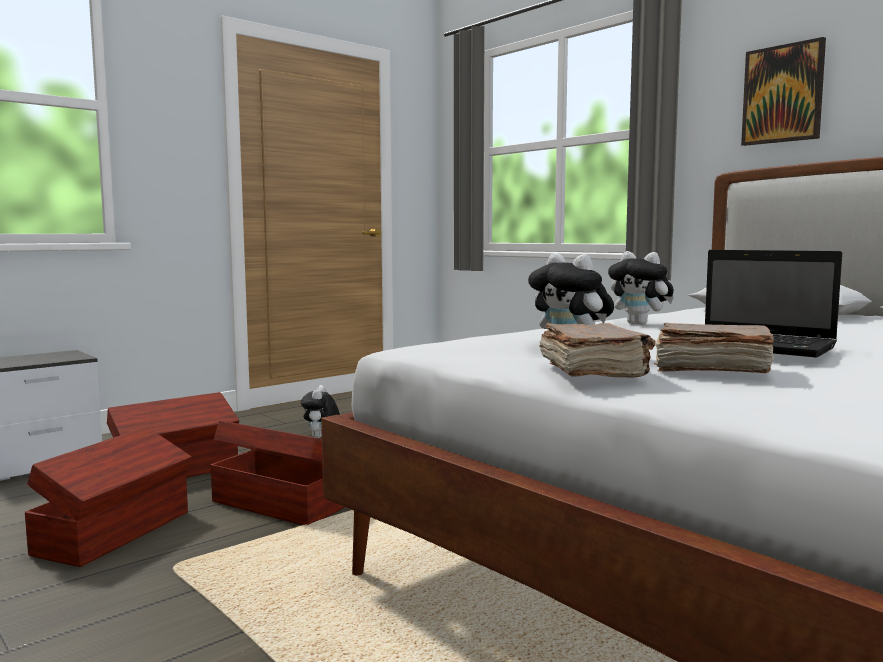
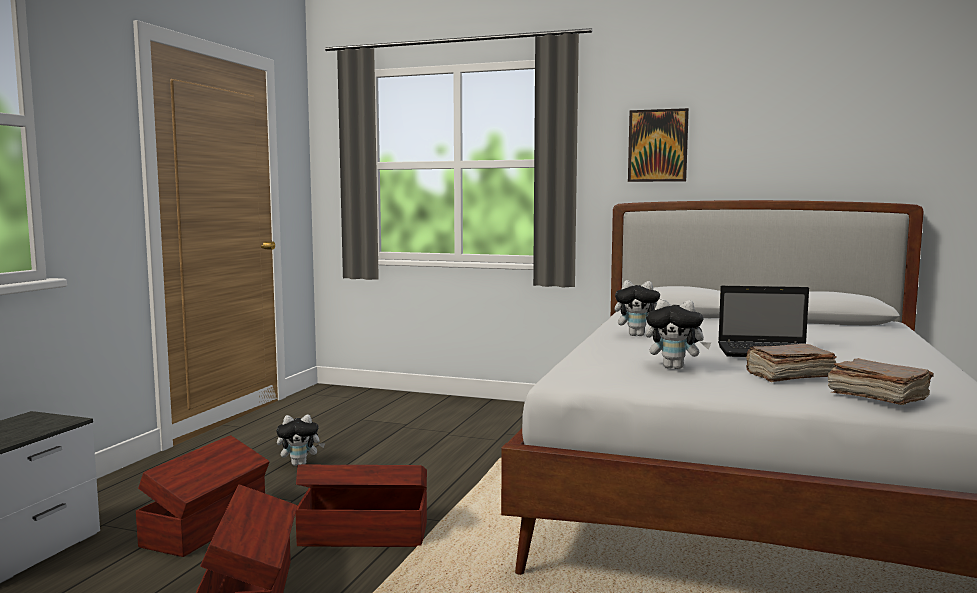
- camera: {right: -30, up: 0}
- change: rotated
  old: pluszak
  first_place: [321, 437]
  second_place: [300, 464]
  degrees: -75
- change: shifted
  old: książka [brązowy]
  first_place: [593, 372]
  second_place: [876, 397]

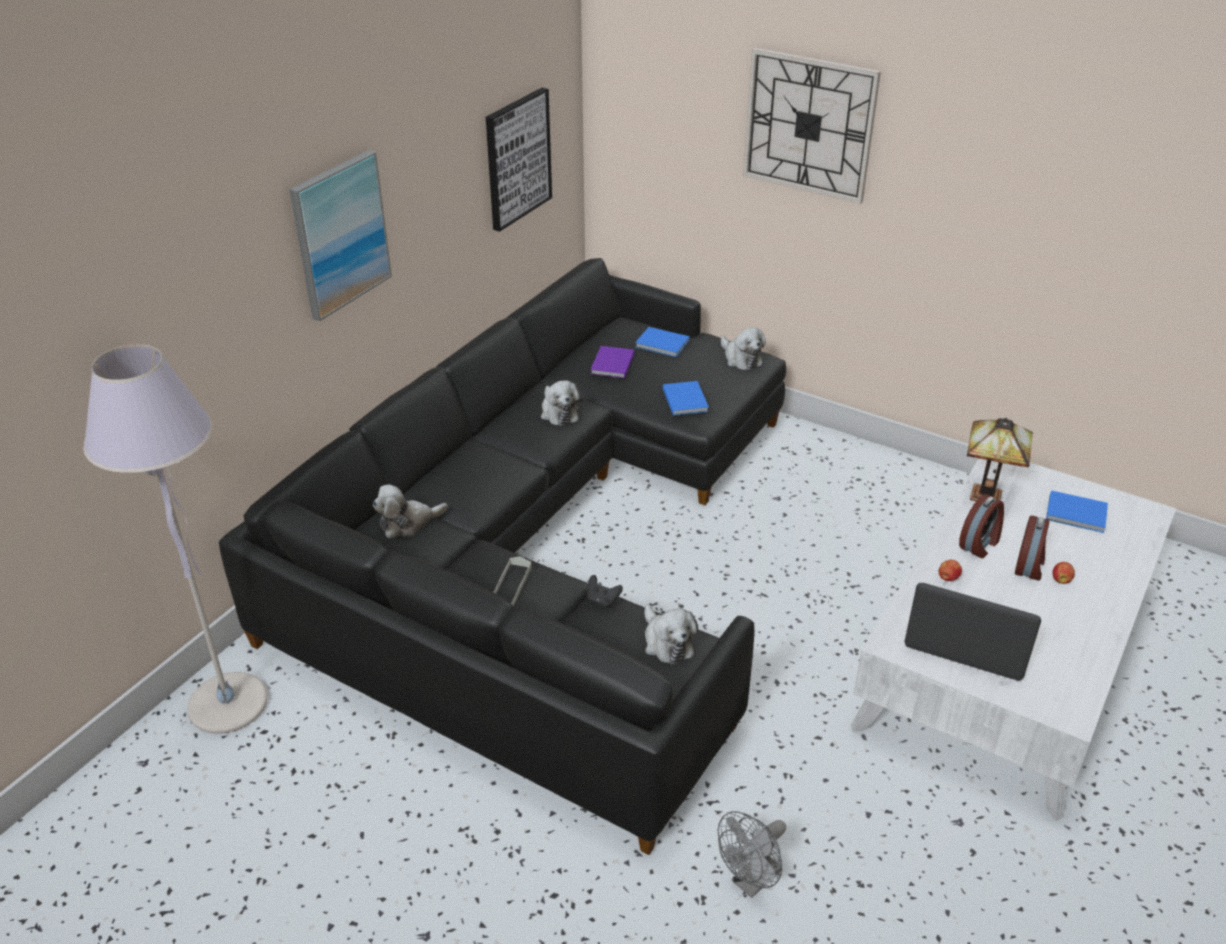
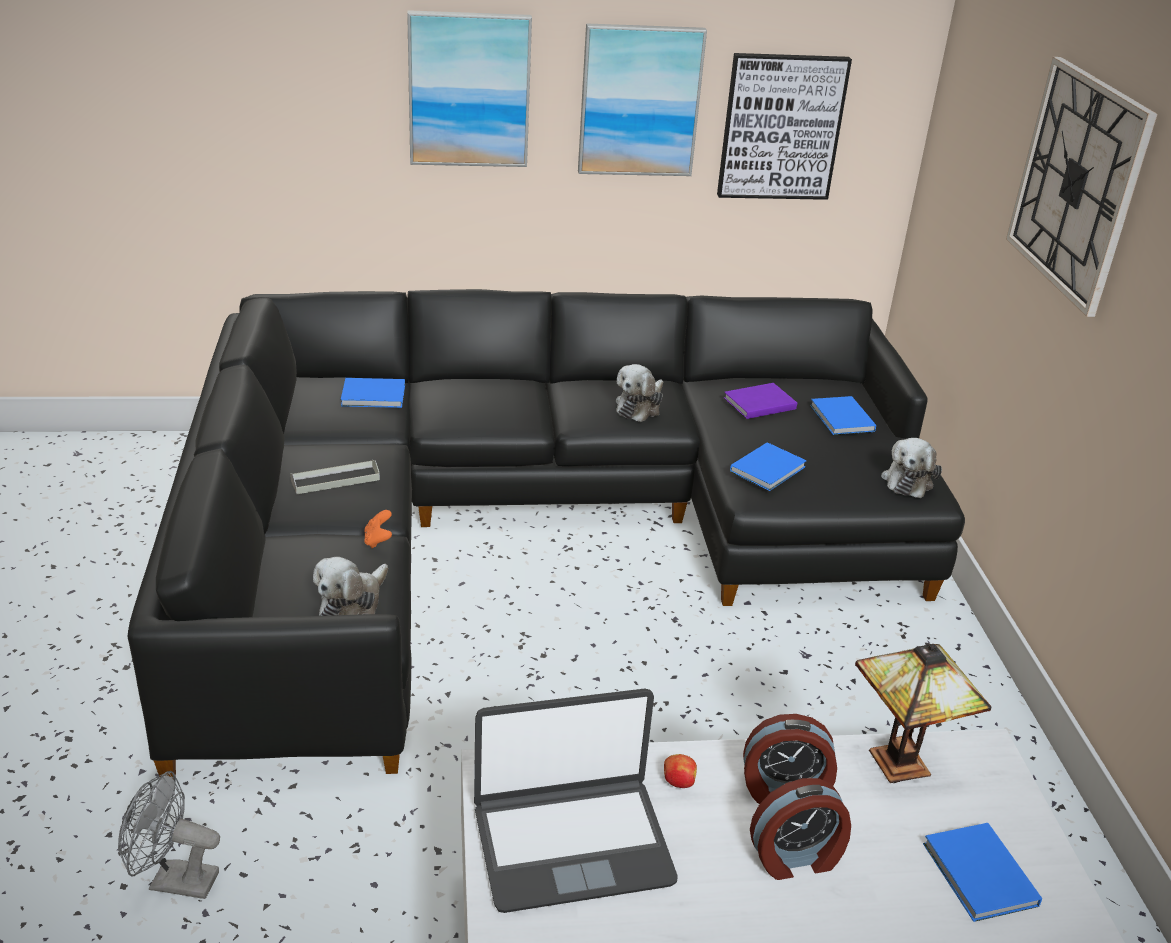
- camera: {right: 50, up: -5}
- change: swapped
  old: pluszak
  new: książka [niebieski]
  first_place: [408, 523]
  second_place: [375, 396]
- change: repainted
  old: pad do gier [czarny]
  new: pad do gier [pomarańczowy]
  first_place: [602, 600]
  second_place: [378, 540]
- change: rotated
  old: laptop
  first_place: [969, 640]
  second_place: [572, 843]
  degrees: 90
- change: new
  new: obraz
  second_place: [639, 101]
- change: gone
  old: lampa stojąca [szary]
  first_place: [228, 704]
- change: gone
  old: jabłko
  first_place: [1061, 580]

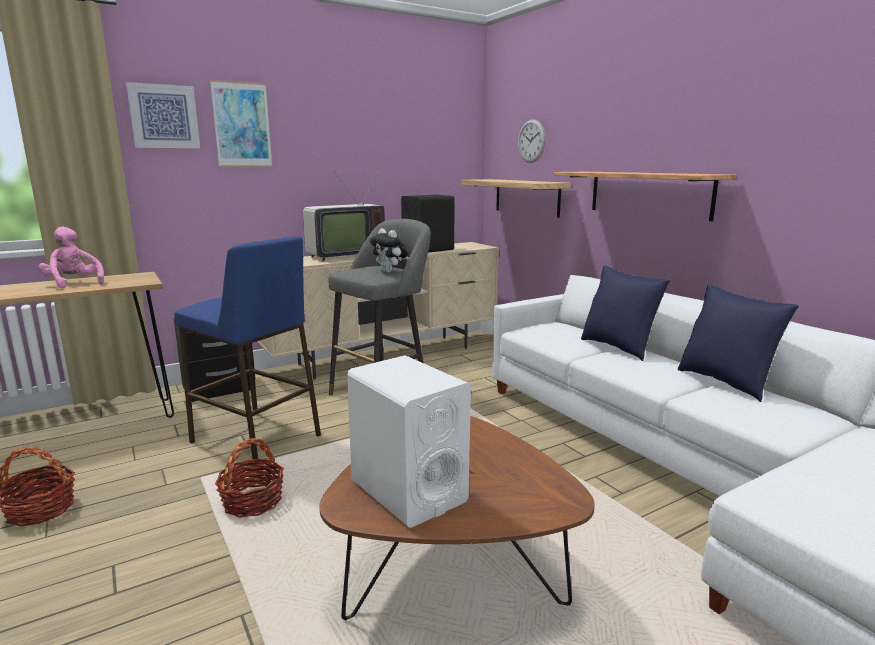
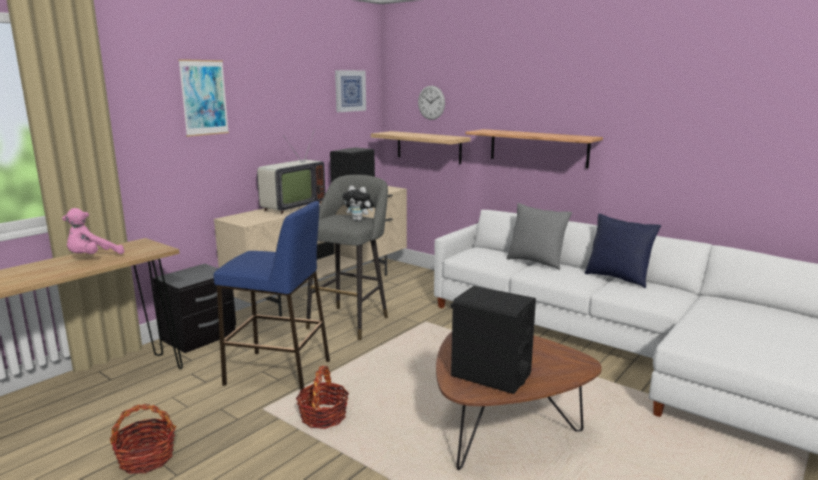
- camera: {right: -20, up: 0}
- change: rotated
  old: pluszak [różowy]
  first_place: [74, 284]
  second_place: [92, 257]
  degrees: -75
- change: shifted
  old: obraz
  first_place: [164, 116]
  second_place: [350, 91]
- change: repainted
  old: głośnik [biały]
  new: głośnik [czarny]
  first_place: [408, 491]
  second_place: [490, 375]
- change: repainted
  old: poduszka [niebieski]
  new: poduszka [szary]
  first_place: [618, 347]
  second_place: [536, 262]

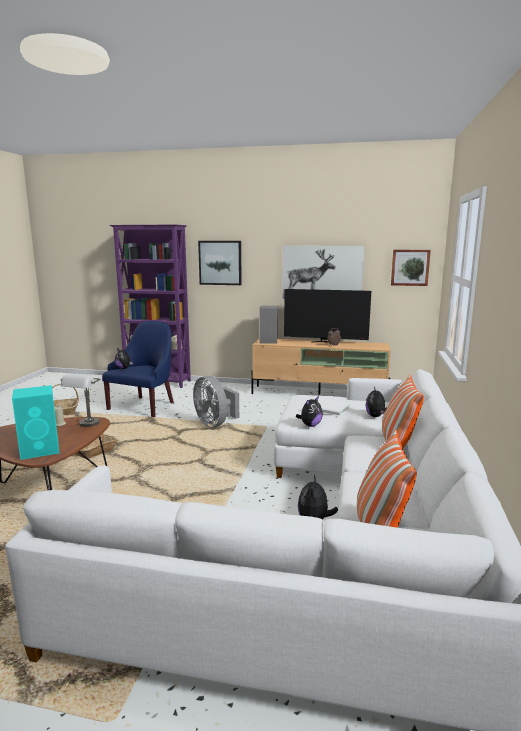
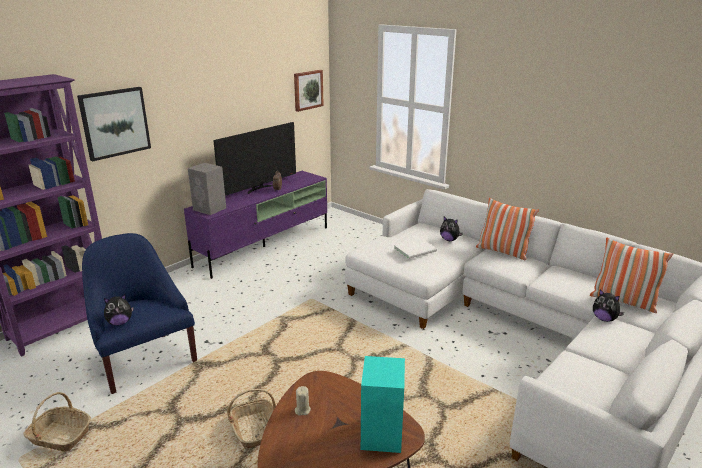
- camera: {right: -60, up: 10}
- change: repainted
  old: szafka pod telewizor [beżowy]
  new: szafka pod telewizor [fioletowy]
  first_place: [320, 394]
  second_place: [265, 246]
- change: gone
  old: lampa stołowa [szary]
  first_place: [86, 425]
- change: gone
  old: wentylator [szary]
  first_place: [215, 424]
- change: gone
  old: obraz
  first_place: [322, 273]
- change: gone
  old: pluszak
  first_place: [310, 425]

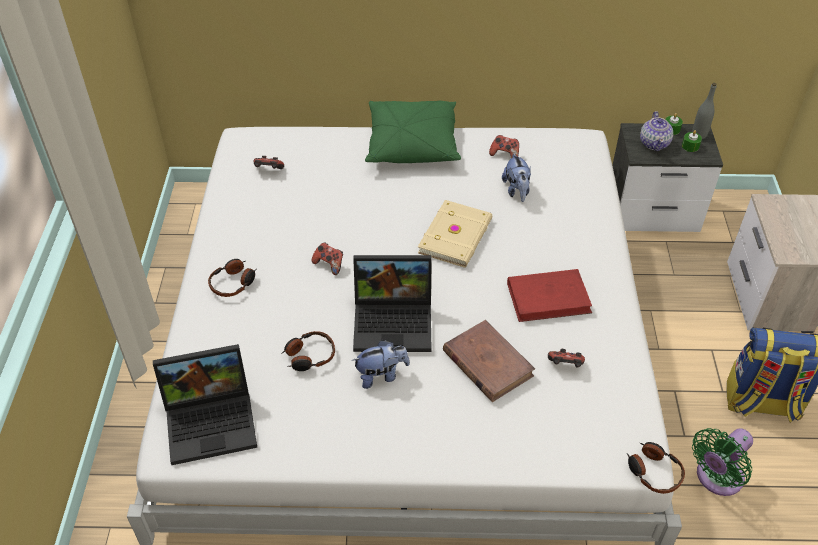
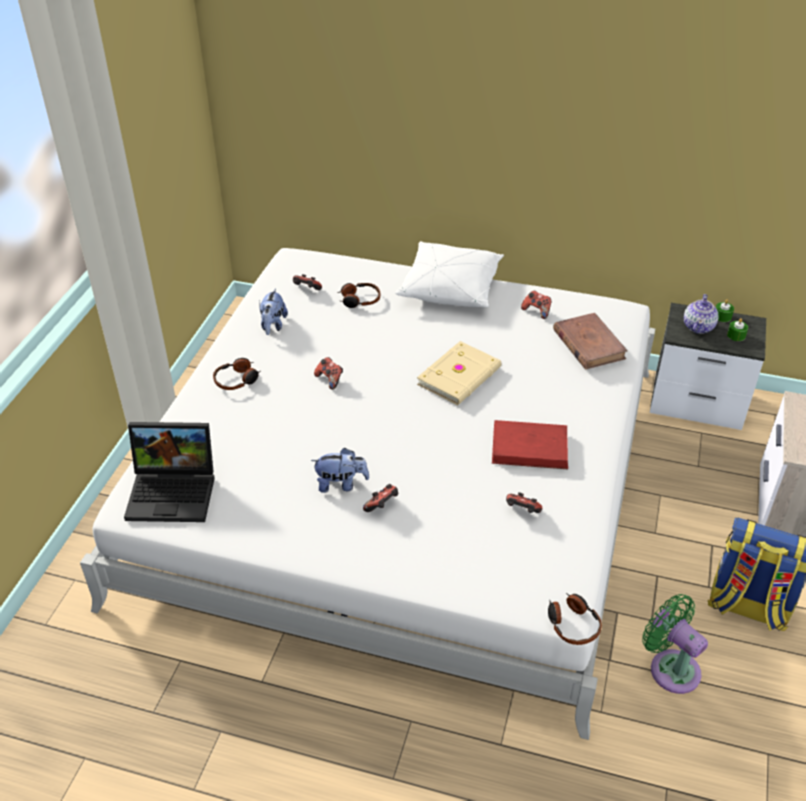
- camera: {right: 15, up: -5}
- change: shifted
  old: pluszak
  first_place: [516, 190]
  second_place: [273, 325]
- change: shifted
  old: słuchawki
  first_place: [309, 356]
  second_place: [359, 300]
- change: new
  new: pad do gier
  second_place: [382, 506]
- change: repainted
  old: poduszka [zielony]
  new: poduszka [biały]
  first_place: [412, 144]
  second_place: [450, 288]
- change: shifted
  old: książka [brązowy]
  first_place: [487, 363]
  second_place: [588, 344]
- change: rotated
  old: wentylator [zielony]
  first_place: [716, 478]
  second_place: [670, 667]
  degrees: 75
- change: gone
  old: laptop
  first_place: [395, 321]
- change: gone
  old: butelka [szary]
  first_place: [699, 134]

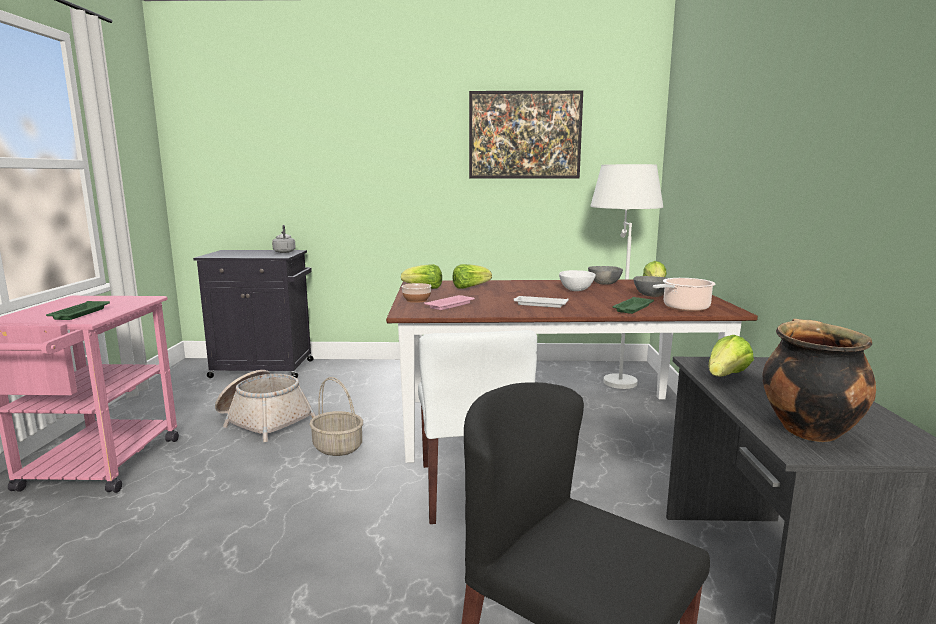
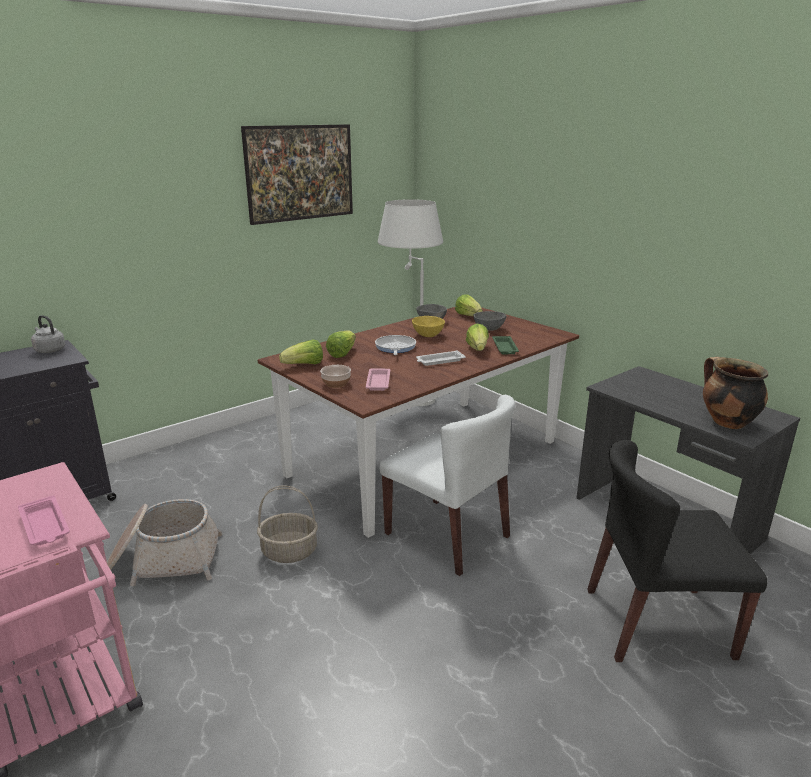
- camera: {right: -40, up: 10}
- change: repainted
  old: taca [zielony]
  new: taca [różowy]
  first_place: [79, 314]
  second_place: [45, 526]
- change: new
  new: patelnia
  second_place: [395, 348]
- change: repainted
  old: miska [biały]
  new: miska [żółty]
  first_place: [576, 289]
  second_place: [428, 335]
- change: shifted
  old: sałata
  first_place: [726, 376]
  second_place: [477, 349]
- change: gone
  old: garnek
  first_place: [684, 308]

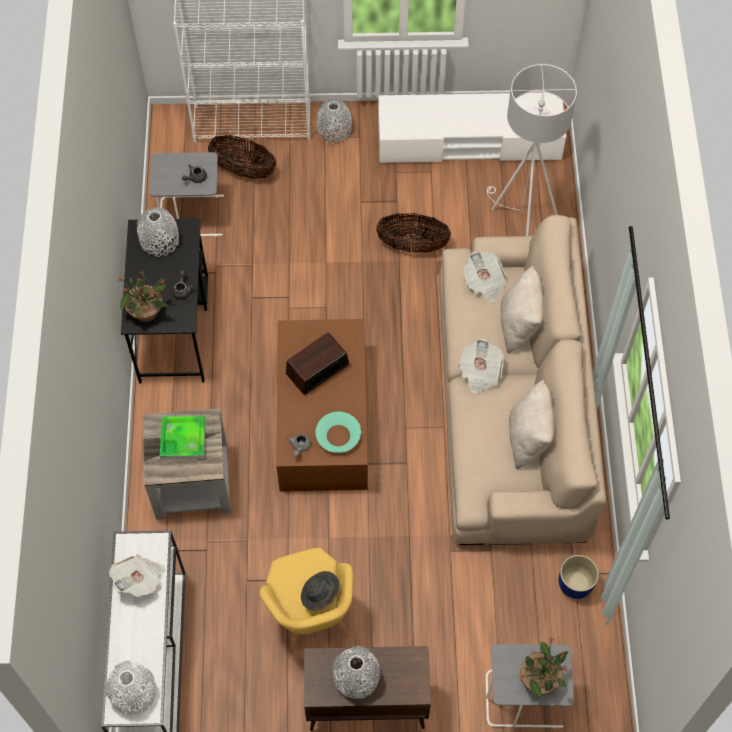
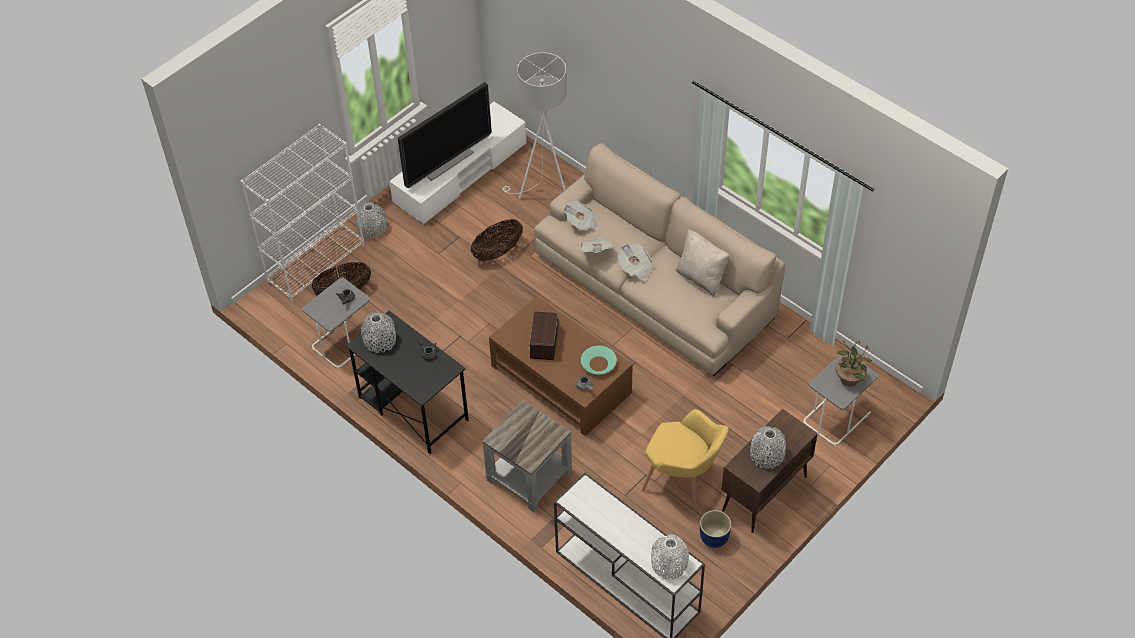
- camera: {right: -45, up: -10}
- change: new
  new: telewizor
  second_place: [447, 162]
- change: shifted
  old: gazeta
  first_place: [140, 579]
  second_place: [596, 251]
- change: shifted
  old: donica [niebieski]
  first_place: [575, 584]
  second_place: [714, 537]
- change: gone
  old: roślina doniczkowa
  first_place: [146, 312]
- change: gone
  old: taca
  first_place: [183, 439]
- change: gone
  old: kapelusz [szary]
  first_place: [320, 594]
- change: gone
  old: poduszka [beżowy]
  first_place: [519, 325]

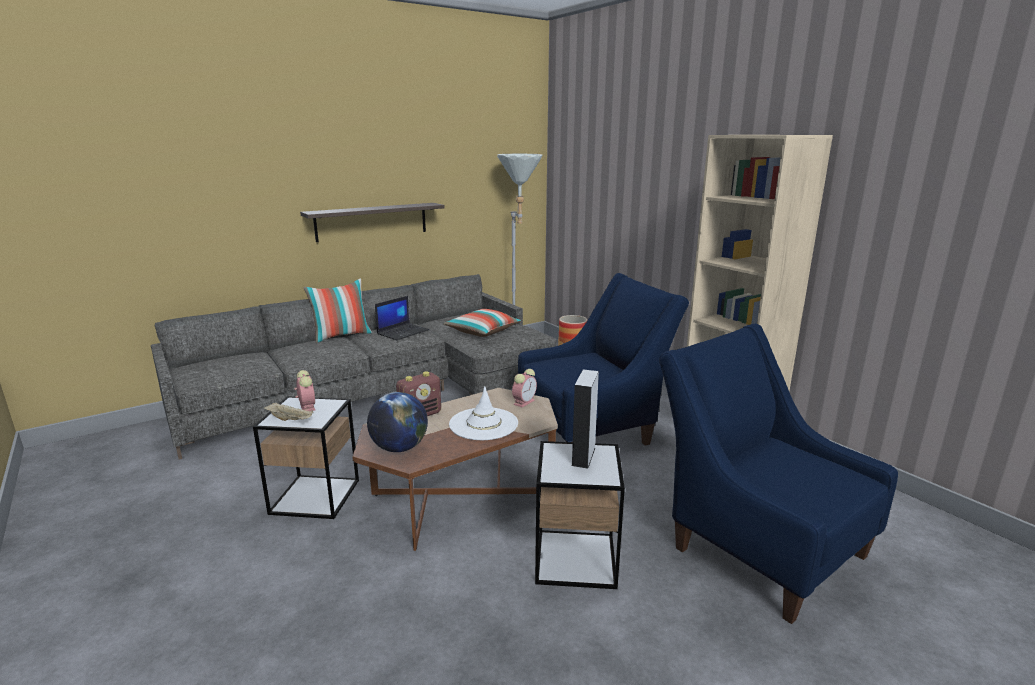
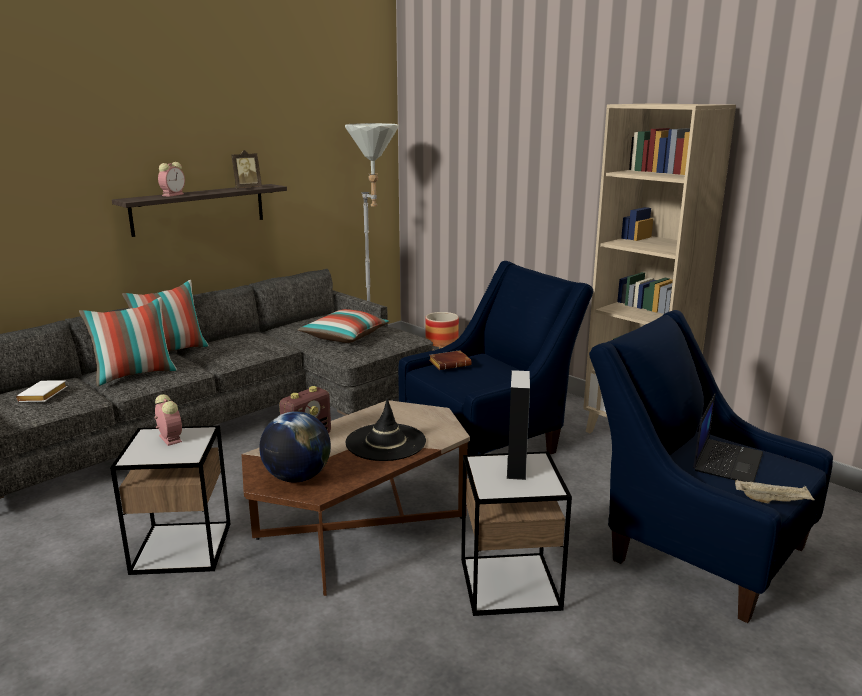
- camera: {right: -10, up: 0}
- change: new
  new: książka [biały]
  second_place: [43, 395]
- change: new
  new: poduszka
  second_place: [135, 375]
- change: shifted
  old: budzik
  first_place: [524, 402]
  second_place: [173, 194]
- change: new
  new: ramka na zdjęcie
  second_place: [247, 188]
- change: repainted
  old: kapelusz [biały]
  new: kapelusz [czarny]
  first_place: [483, 424]
  second_place: [385, 442]
- change: new
  new: książka [brązowy]
  second_place: [450, 363]
- change: shifted
  old: laptop
  first_place: [403, 332]
  second_place: [726, 461]
- change: shifted
  old: taca [beżowy]
  first_place: [290, 420]
  second_place: [772, 501]

